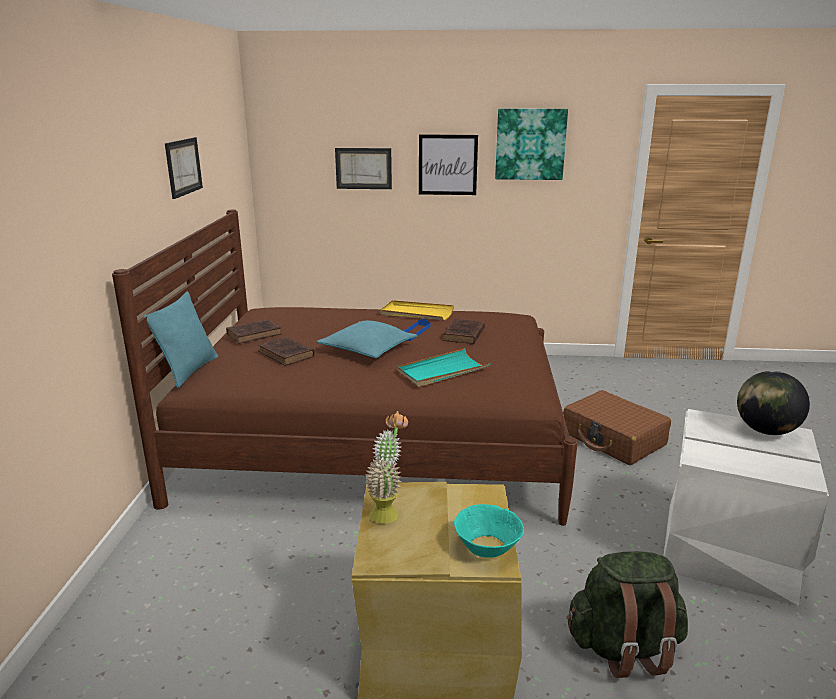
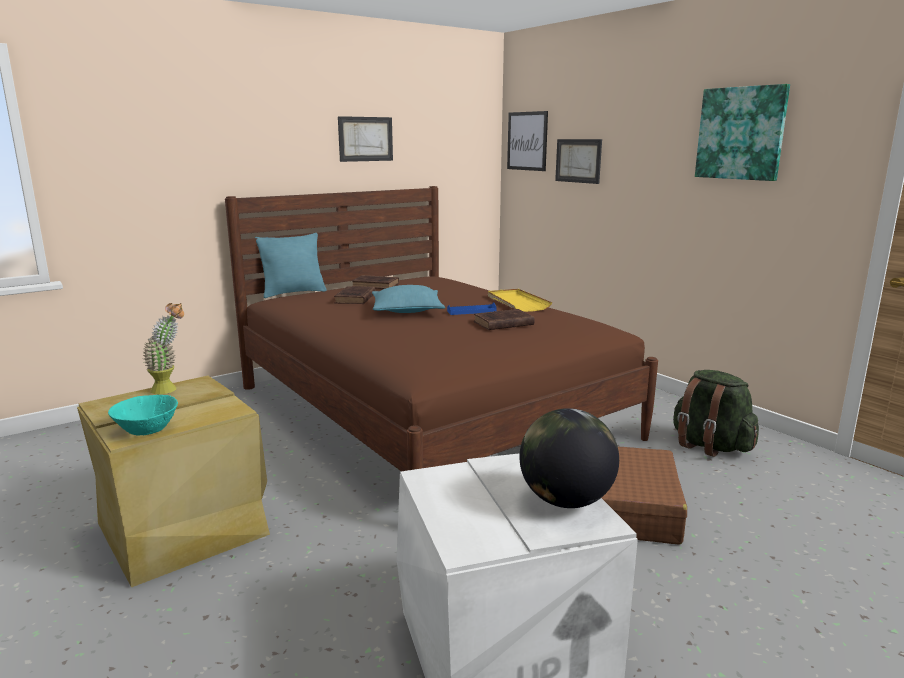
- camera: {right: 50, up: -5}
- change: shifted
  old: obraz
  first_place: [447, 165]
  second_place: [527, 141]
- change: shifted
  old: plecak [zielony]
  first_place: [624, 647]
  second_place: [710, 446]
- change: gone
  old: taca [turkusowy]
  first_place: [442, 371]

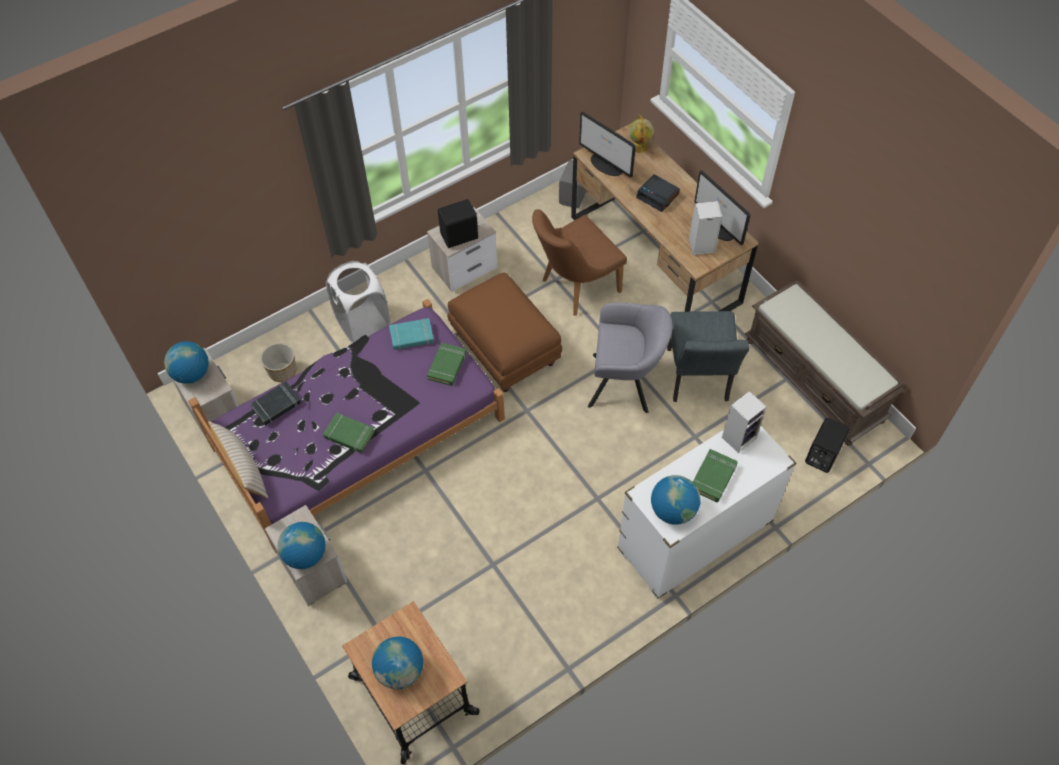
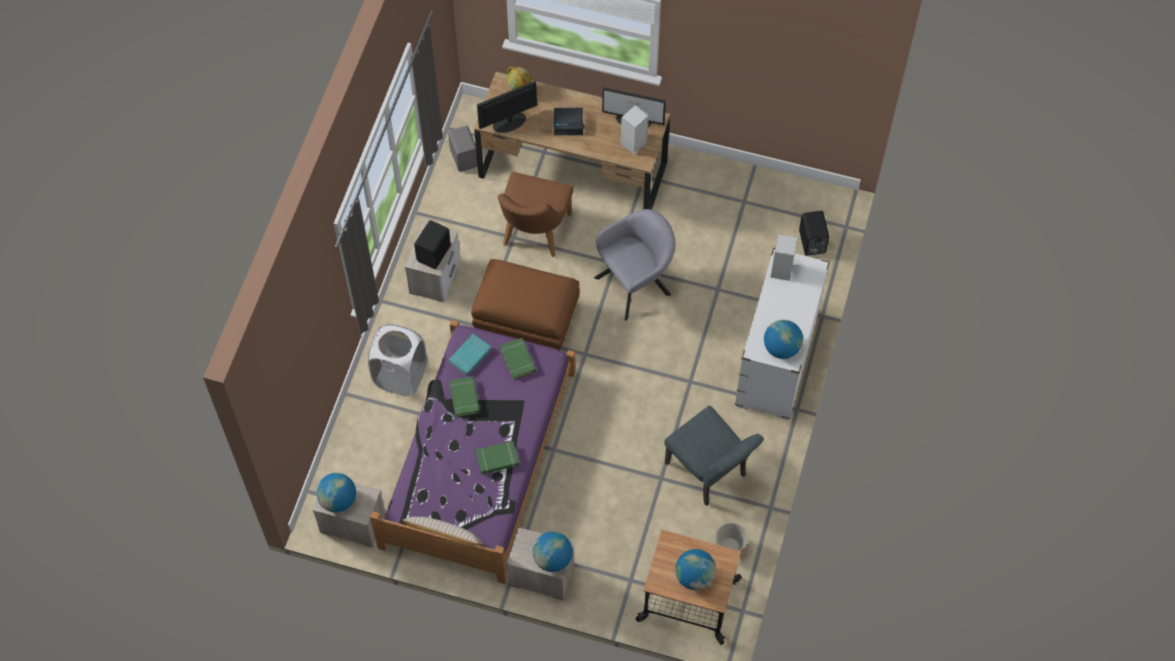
- camera: {right: -40, up: 5}
- change: shifted
  old: książka [zielony]
  first_place: [713, 477]
  second_place: [464, 398]
- change: rotated
  old: monitor
  first_place: [606, 165]
  second_place: [508, 122]
  degrees: 150
- change: shifted
  old: krzesło [szary]
  first_place: [698, 380]
  second_place: [709, 473]
- change: shifted
  old: donica
  first_place: [282, 371]
  second_place: [730, 547]
- change: gone
  old: książka [czarny]
  first_place: [277, 405]
- change: gone
  old: ławka [brązowy]
  first_place: [815, 380]

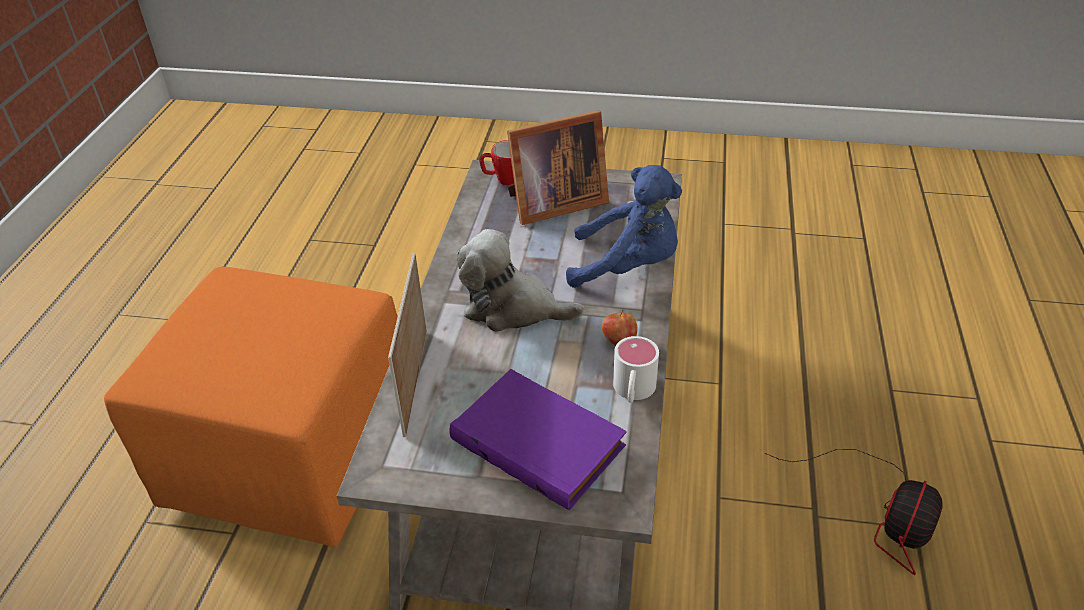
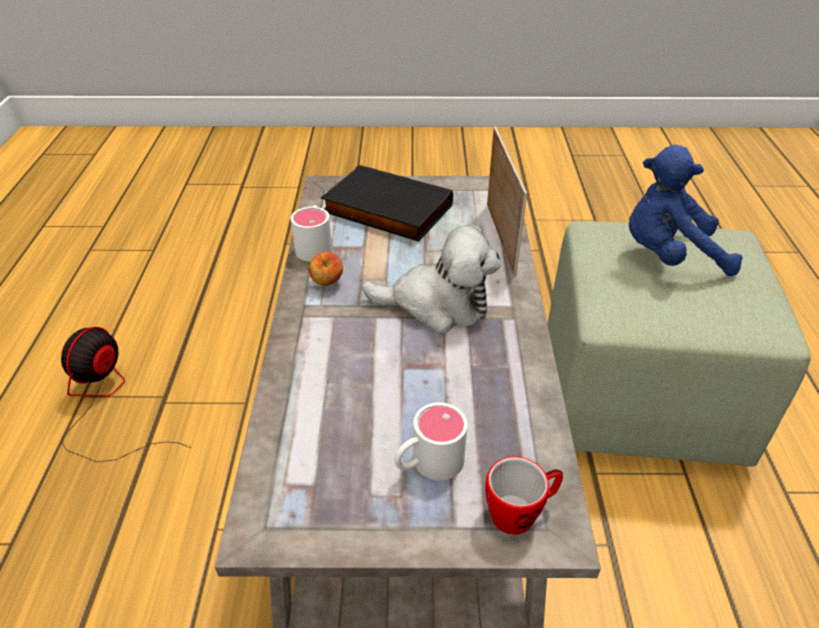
- camera: {right: 170, up: 0}
- change: repainted
  old: książka [fioletowy]
  new: książka [czarny]
  first_place: [541, 441]
  second_place: [385, 210]
- change: swapped
  old: ramka na zdjęcie
  new: kubek [biały]
  first_place: [553, 204]
  second_place: [428, 464]
- change: repainted
  old: pufa [pomarańczowy]
  new: pufa [zielony]
  first_place: [295, 456]
  second_place: [635, 396]
- change: shifted
  old: pluszak [niebieski]
  first_place: [628, 266]
  second_place: [668, 256]

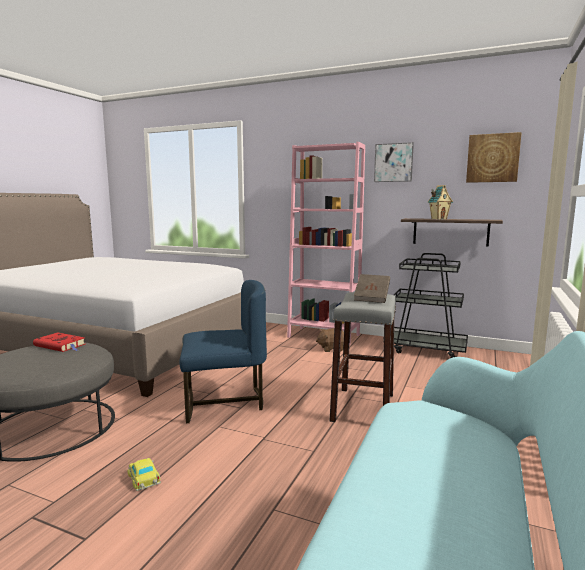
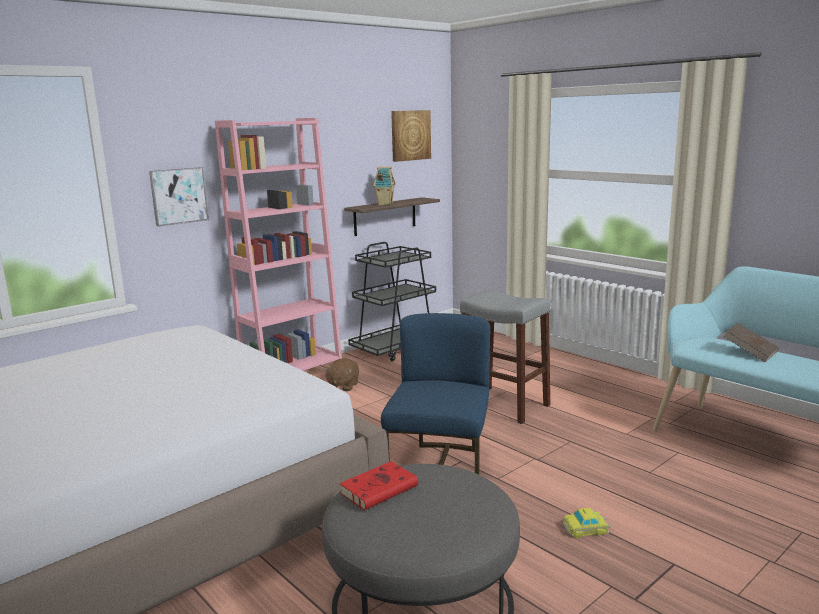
- camera: {right: -65, up: 5}
- change: shifted
  old: obraz
  first_place: [393, 162]
  second_place: [178, 196]
- change: shifted
  old: książka [brązowy]
  first_place: [372, 298]
  second_place: [750, 353]

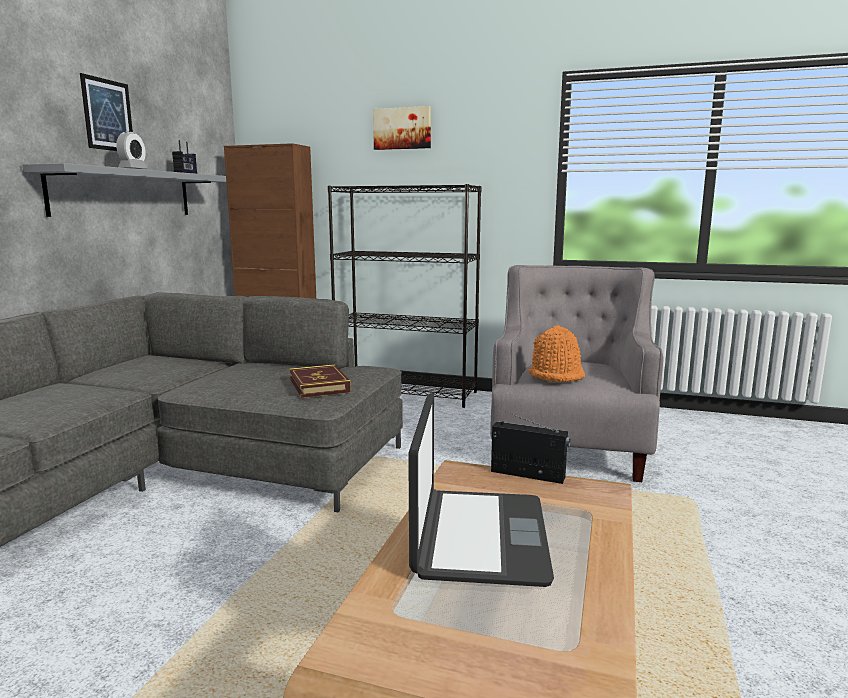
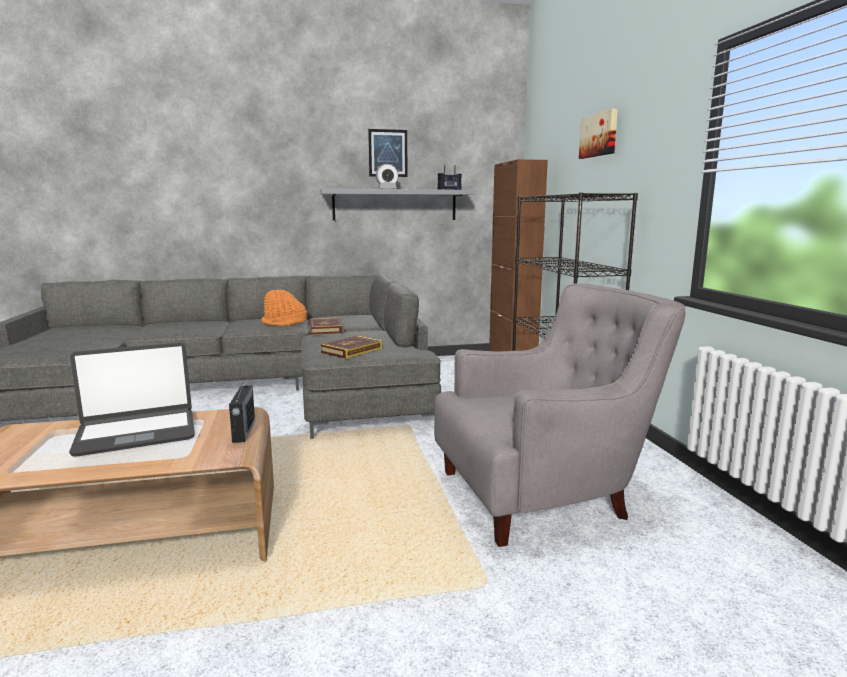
- camera: {right: 60, up: 0}
- change: shifted
  old: kapelusz [pomarańczowy]
  first_place: [556, 375]
  second_place: [284, 323]
- change: new
  new: książka
  second_place: [326, 329]

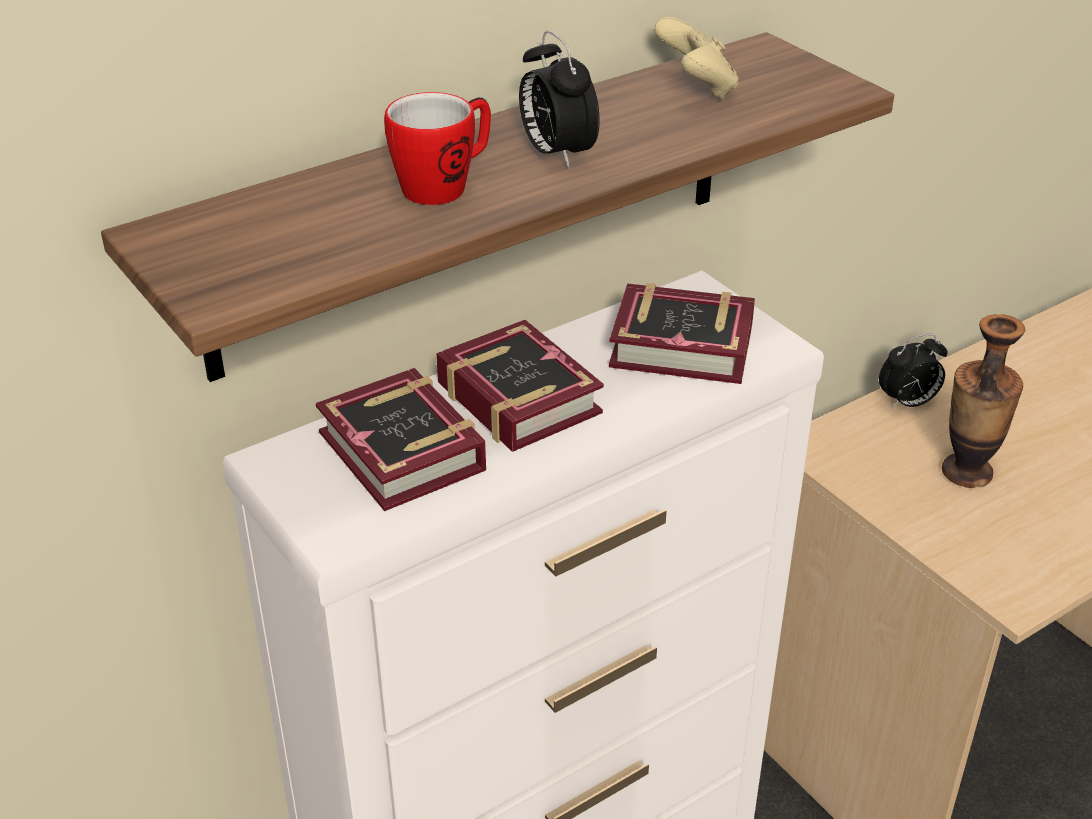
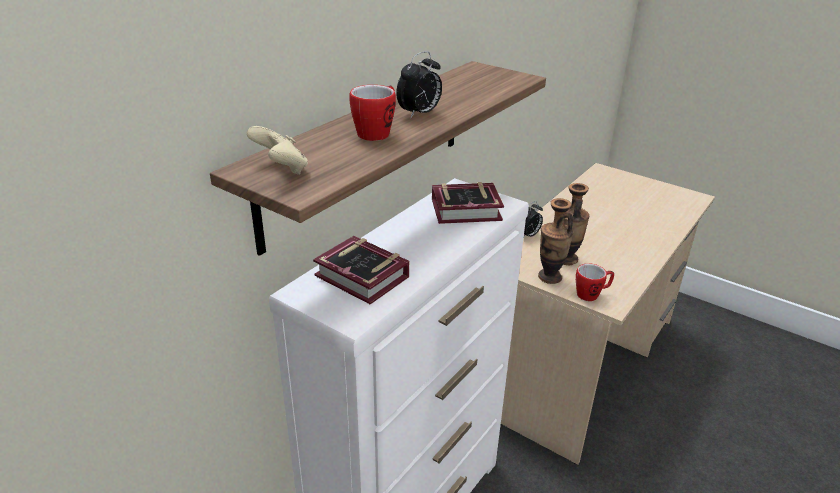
- camera: {right: -20, up: -5}
- change: shifted
  old: pad do gier [beżowy]
  first_place: [697, 89]
  second_place: [281, 169]
- change: rotated
  old: budzik
  first_place: [556, 154]
  second_place: [419, 114]
  degrees: -90
- change: new
  new: wazon
  second_place: [549, 277]
- change: new
  new: kubek
  second_place: [591, 294]
- change: gone
  old: książka
  first_place: [518, 393]

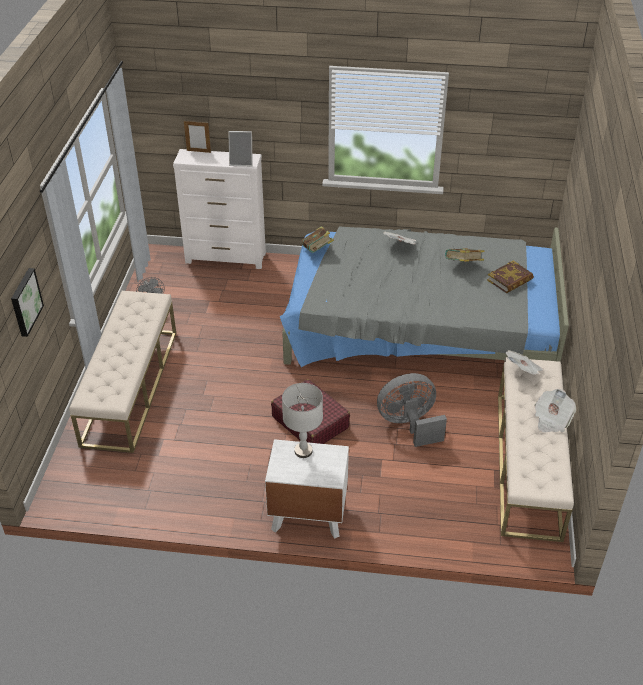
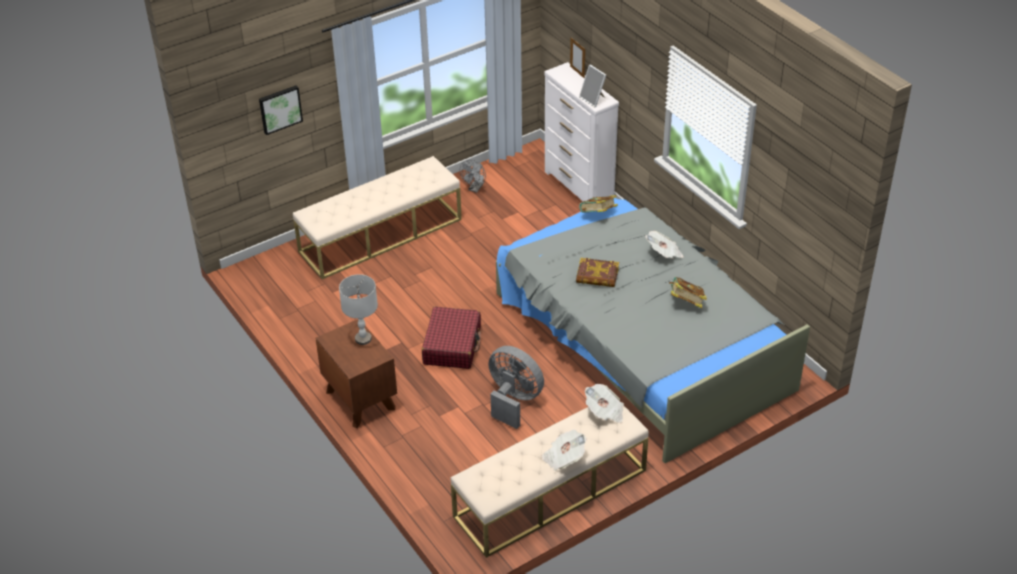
- camera: {right: 50, up: 0}
- change: repainted
  old: szafka nocna [biały]
  new: szafka nocna [brązowy]
  first_place: [307, 514]
  second_place: [360, 399]
- change: shifted
  old: książka
  first_place: [510, 280]
  second_place: [597, 276]

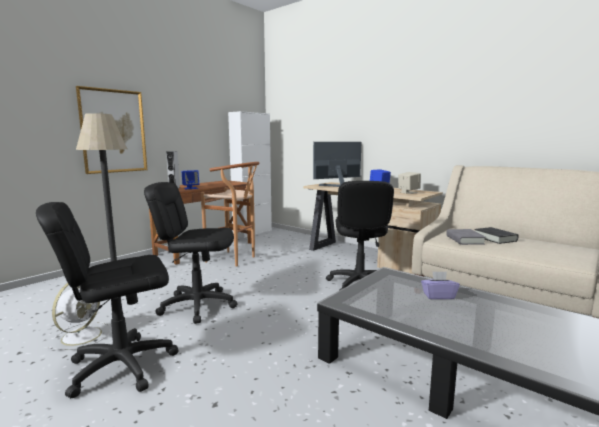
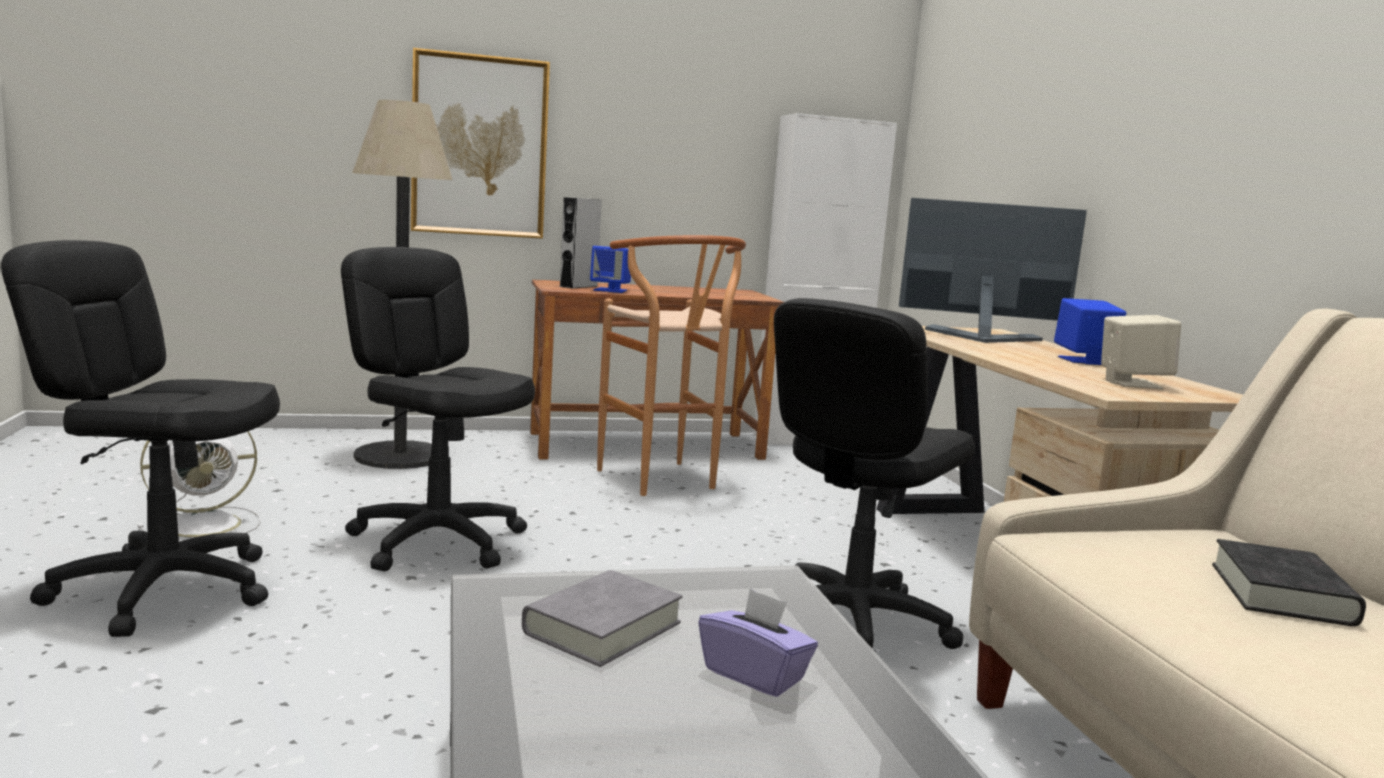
- camera: {right: 35, up: 0}
- change: shifted
  old: książka [szary]
  first_place: [464, 240]
  second_place: [602, 628]

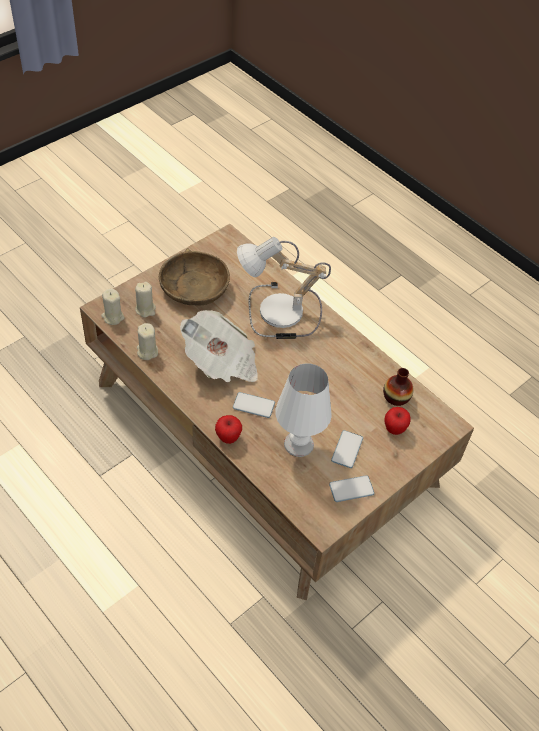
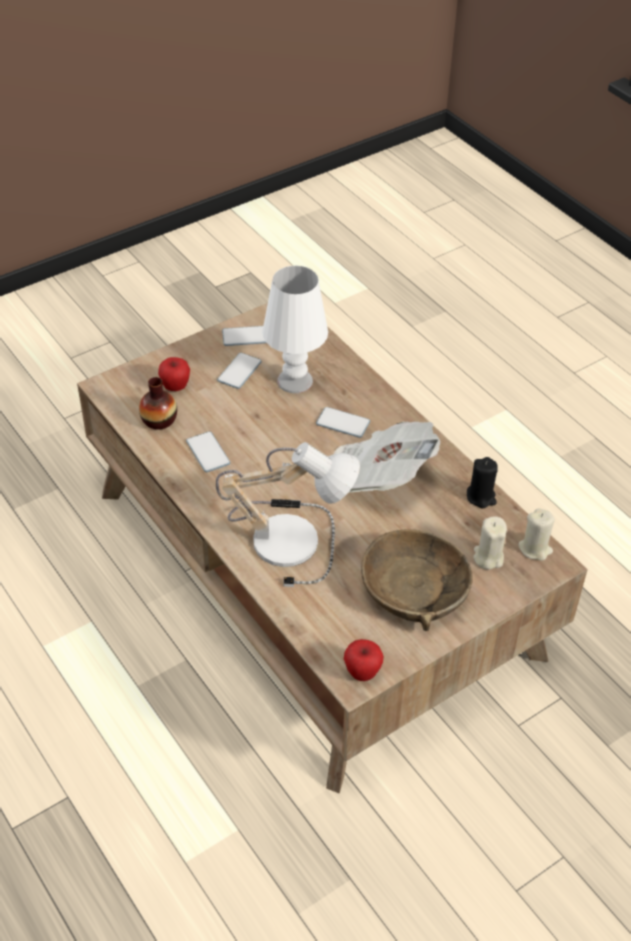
- camera: {right: -170, up: -5}
- change: new
  new: telefon
  second_place: [208, 453]
- change: shifted
  old: jabłko
  first_place: [228, 438]
  second_place: [362, 672]
- change: repainted
  old: świeca [beżowy]
  new: świeca [czarny]
  first_place: [147, 351]
  second_place: [481, 497]

